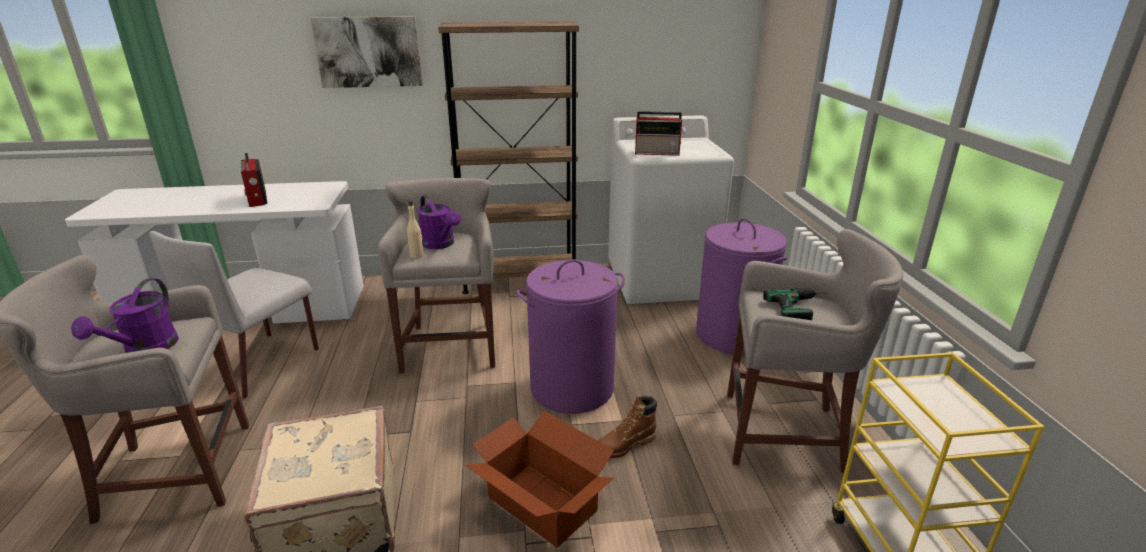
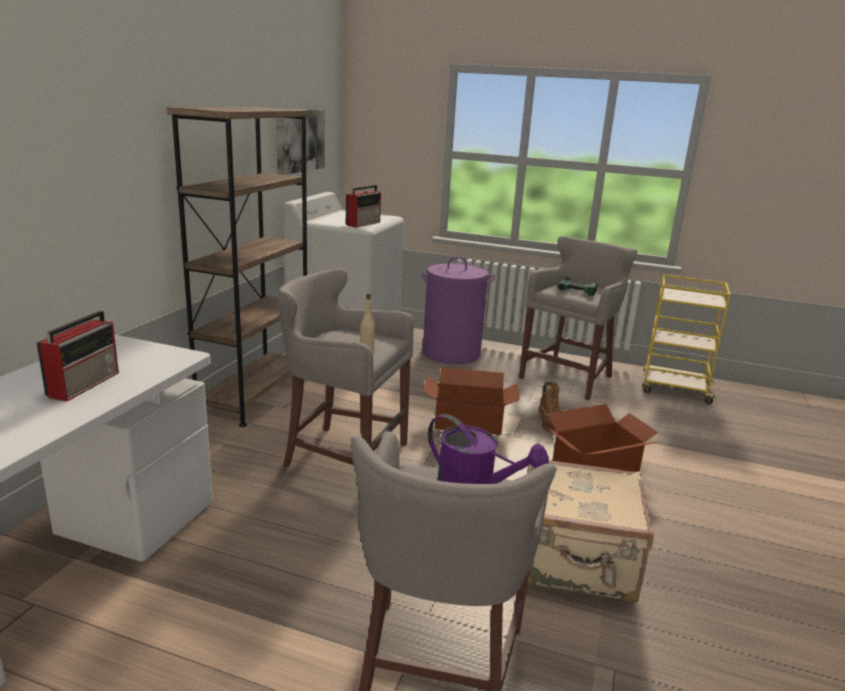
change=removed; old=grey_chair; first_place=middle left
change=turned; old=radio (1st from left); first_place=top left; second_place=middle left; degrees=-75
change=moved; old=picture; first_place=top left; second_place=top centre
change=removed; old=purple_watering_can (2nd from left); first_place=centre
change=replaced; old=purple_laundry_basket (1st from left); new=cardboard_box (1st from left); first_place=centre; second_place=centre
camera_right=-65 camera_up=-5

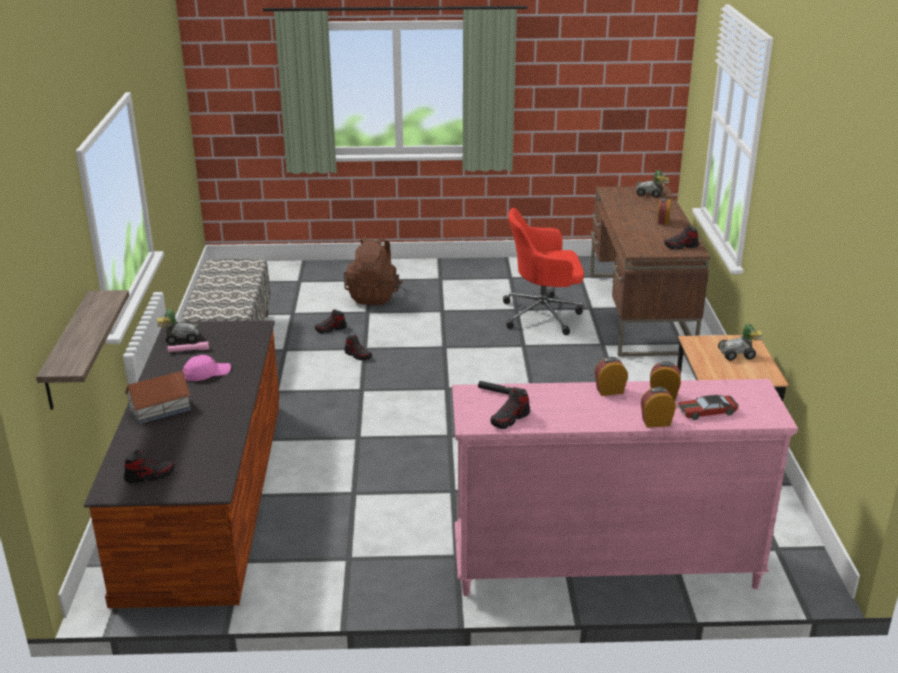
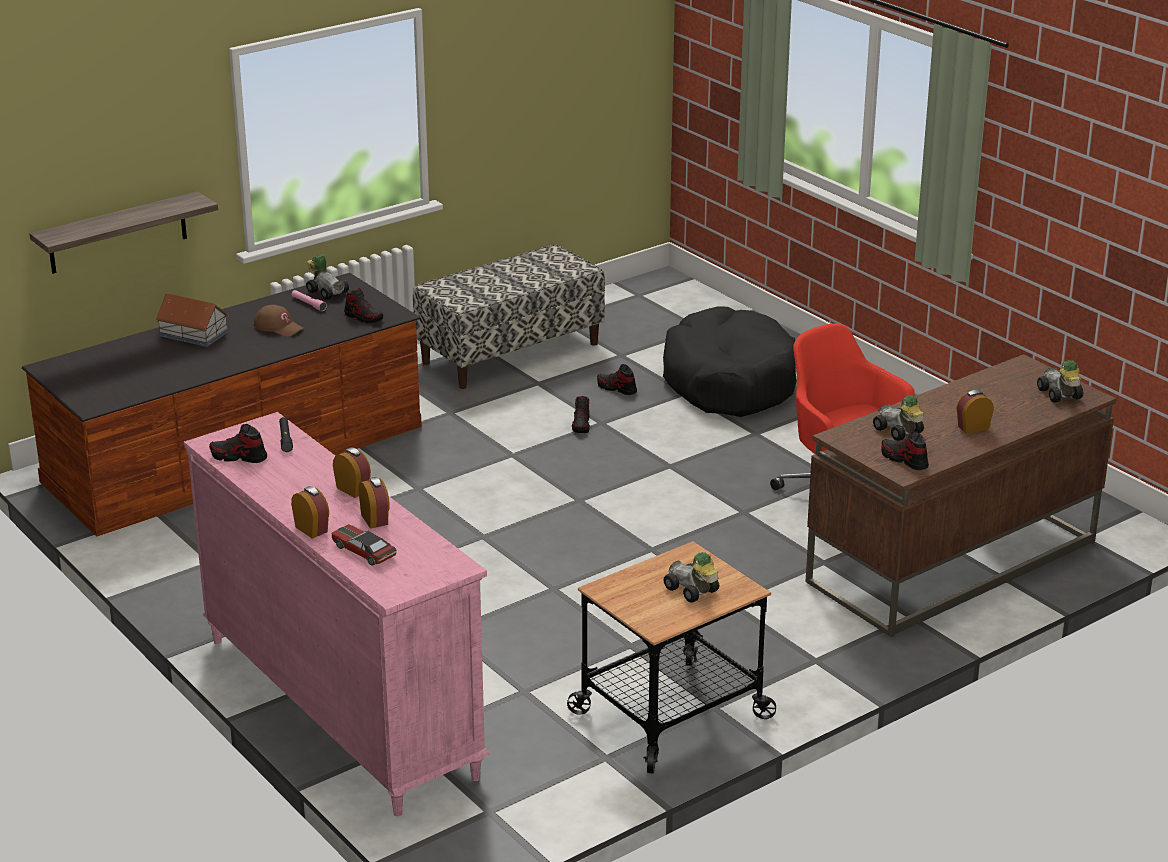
change=moved; old=shoe (1st from left in the first image); new=shoe (2nd from left); first_place=bottom left; second_place=middle left
change=recoloured; old=pink_cap; new=brown_cap; first_place=middle left; second_place=middle left
change=replaced; old=brown_backpack; new=black_dog_bed; first_place=centre; second_place=centre
change=added; new=toy_car (4th from left); second_place=middle right
camera_right=55 camera_up=0

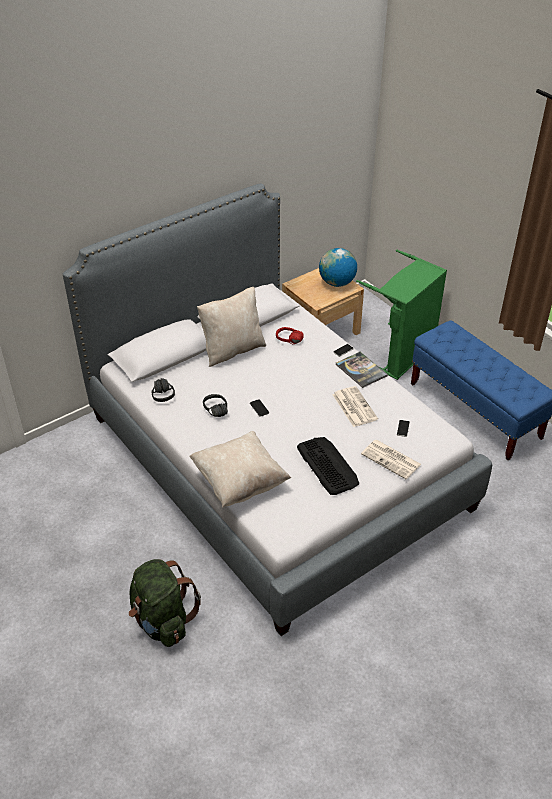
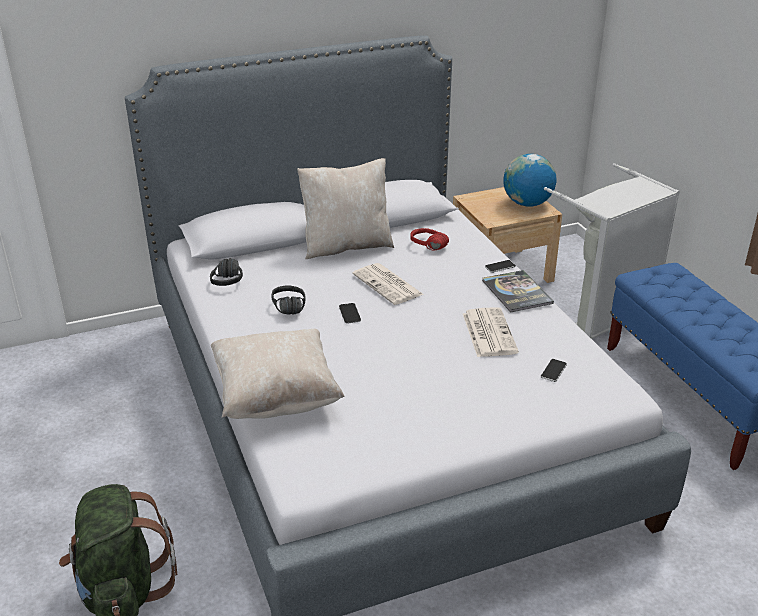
change=removed; old=keyboard; first_place=centre
change=recoloured; old=green_laundry_basket; new=grey_laundry_basket; first_place=middle right; second_place=middle right
change=moved; old=newspaper (2nd from left in the first image); new=newspaper (1st from left); first_place=middle right; second_place=centre
camera_right=15 camera_up=-10

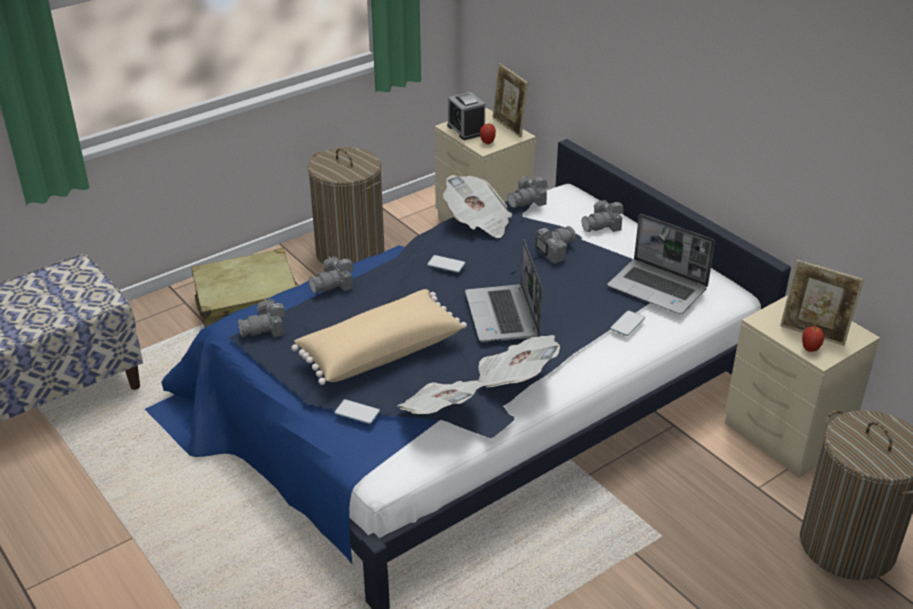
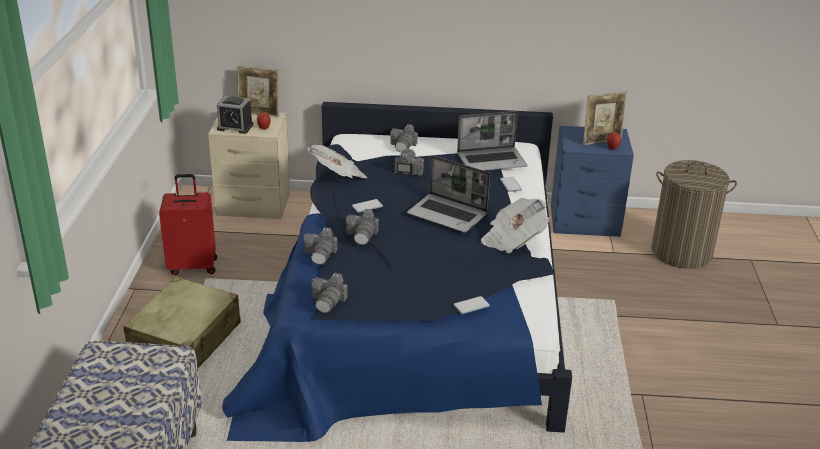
change=removed; old=beige_pillow; first_place=centre
change=replaced; old=laundry_basket (1st from left); new=red_suitcase; first_place=centre; second_place=middle left
change=removed; old=newspaper (1st from left); first_place=centre
change=moved; old=photo_camera (3rd from left); first_place=top centre; second_place=centre
change=recoloured; old=beige_nightstand (2nd from left); new=blue_nightstand; first_place=middle right; second_place=middle right
camera_right=-50 camera_up=-5

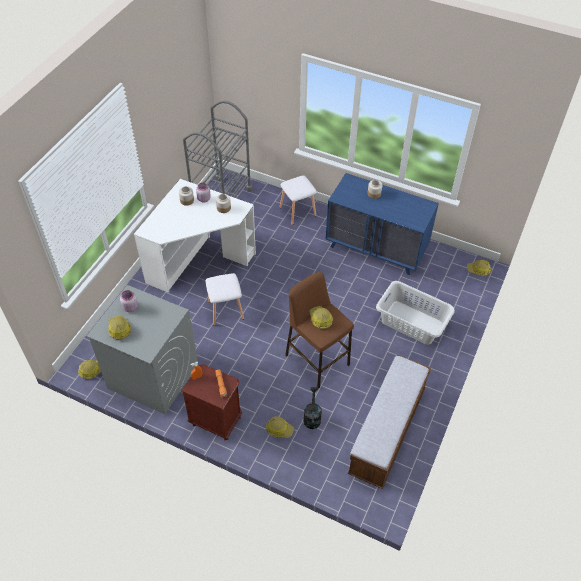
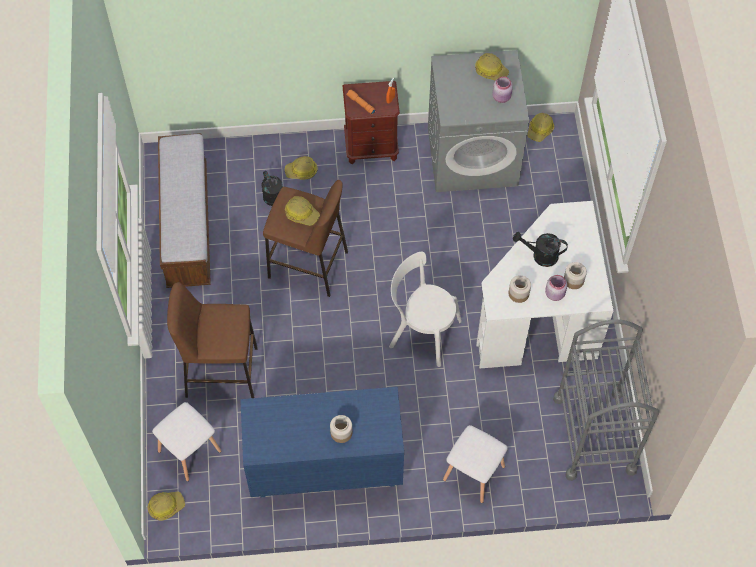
change=moved; old=white_stool (1st from left); first_place=centre; second_place=bottom left
change=replaced; old=grey_laundry_basket; new=brown_stool (1st from left); first_place=middle right; second_place=middle left
change=added; new=white_chair; second_place=centre
change=added; new=black_watering_can (2nd from left); second_place=middle right
camera_right=150 camera_up=10

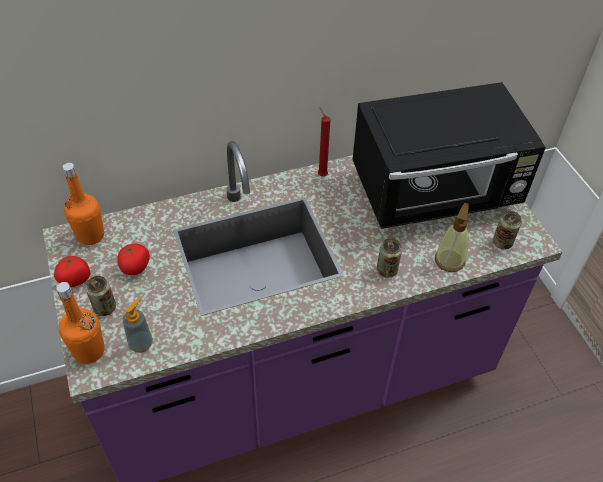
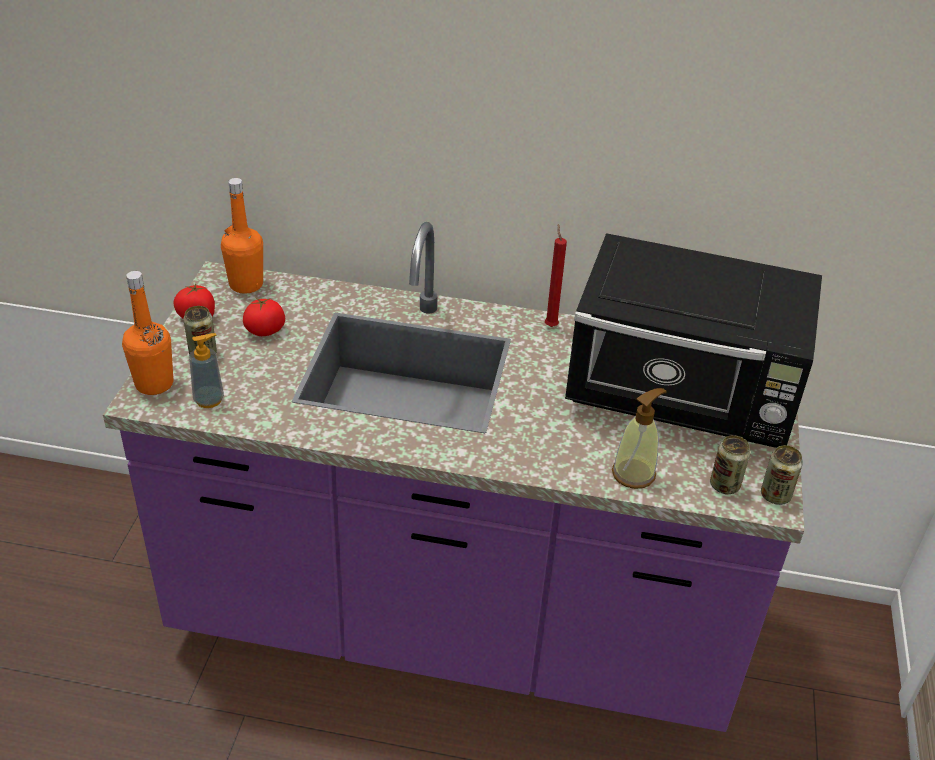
change=moved; old=can (2nd from left in the first image); new=can (3rd from left); first_place=centre; second_place=middle right
camera_right=30 camera_up=-10

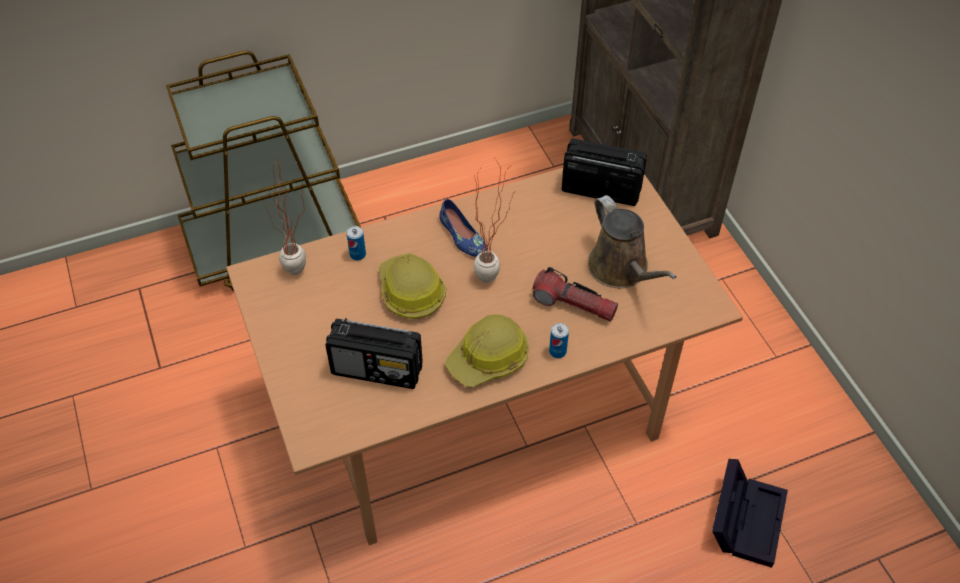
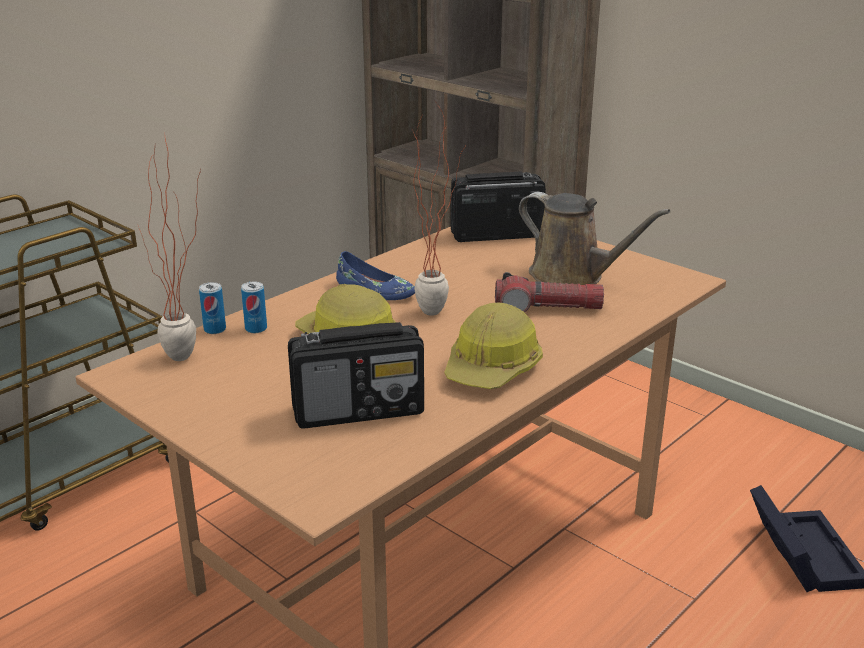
change=moved; old=can (2nd from left in the first image); new=can (1st from left); first_place=centre; second_place=middle left
camera_right=-25 camera_up=-25

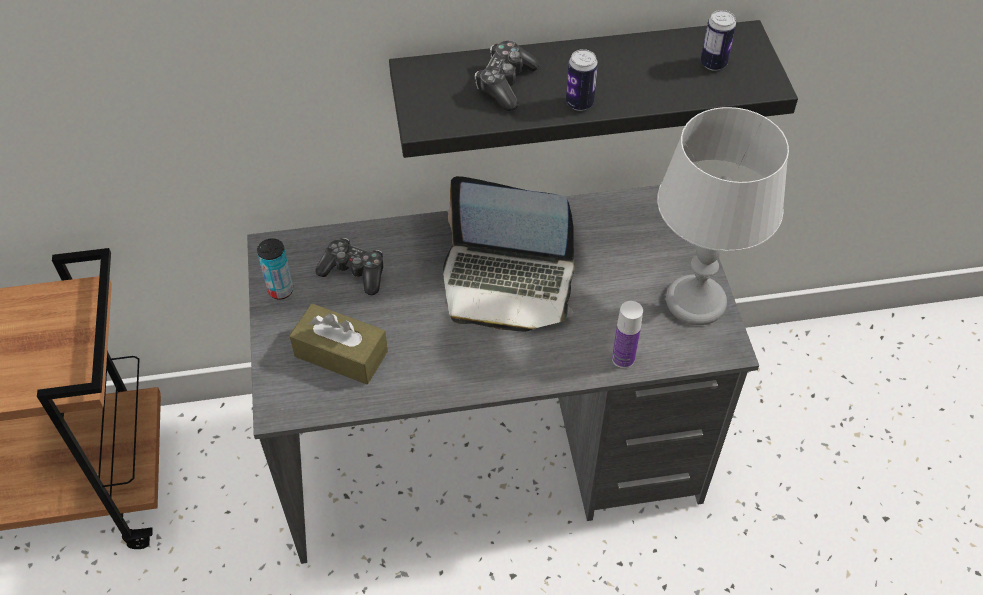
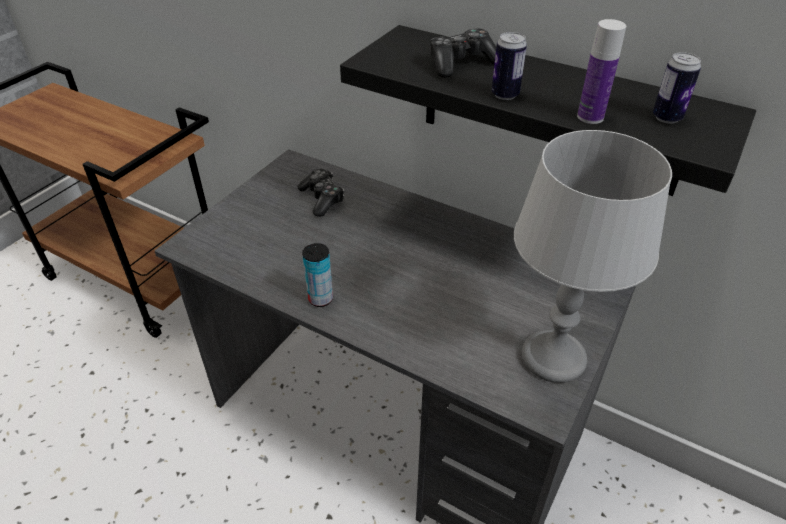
change=moved; old=can (1st from left); first_place=middle left; second_place=centre
change=removed; old=brown_tissue_box; first_place=centre
change=removed; old=laptop; first_place=centre
change=moved; old=bottle; first_place=centre; second_place=top right
camera_right=40 camera_up=-10

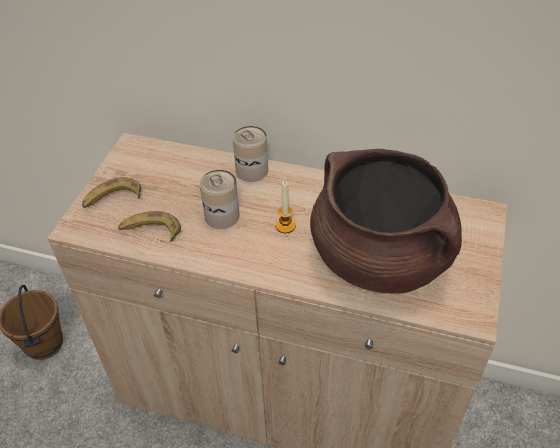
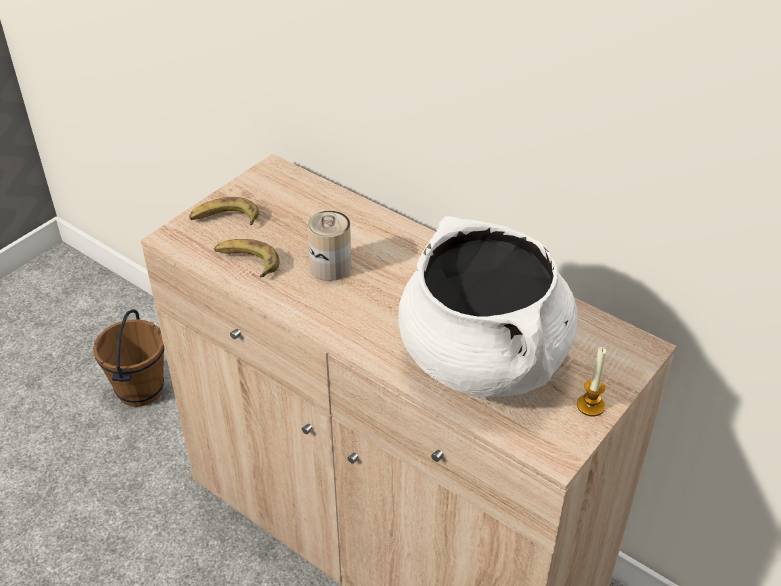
change=removed; old=can (2nd from left); first_place=centre
change=moved; old=candle; first_place=centre; second_place=middle right
change=recoloured; old=brown_cooking_pot; new=white_cooking_pot; first_place=middle right; second_place=centre
camera_right=20 camera_up=-5

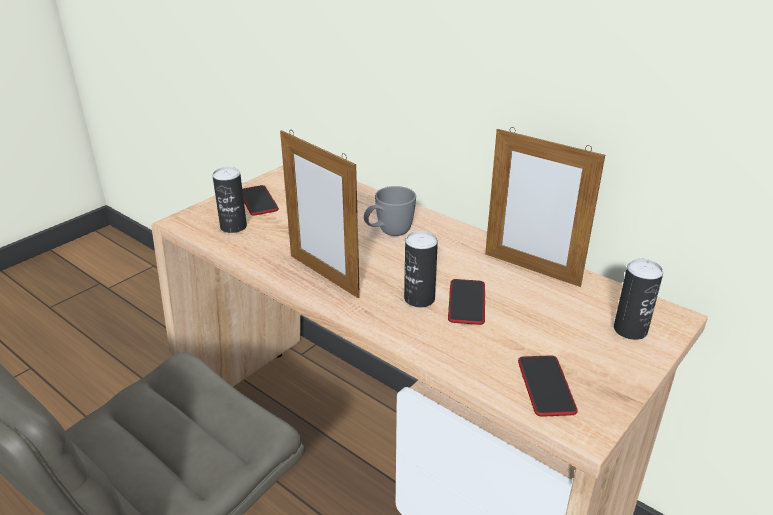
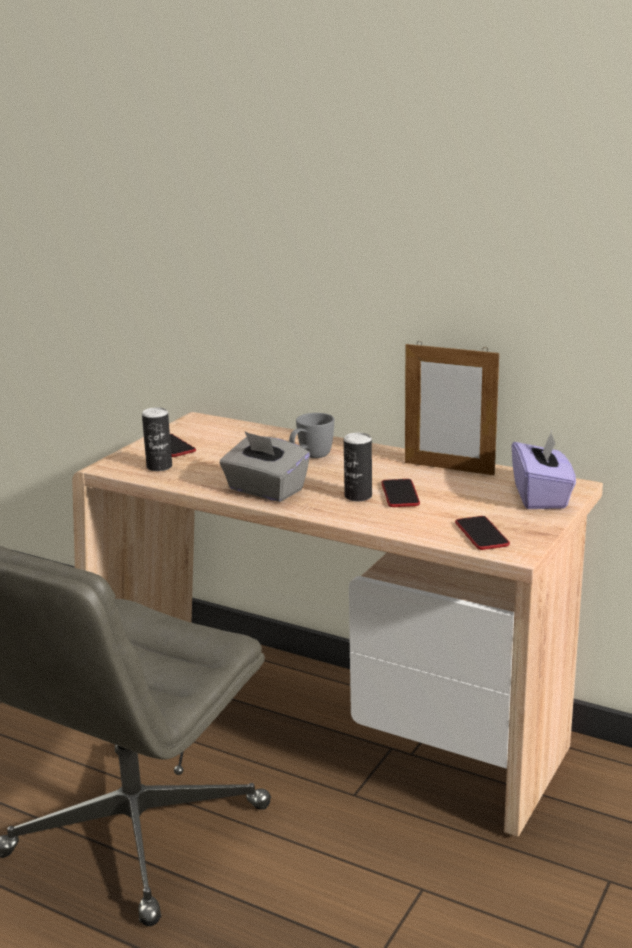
change=replaced; old=picture_frame (1st from left); new=grey_tissue_box; first_place=centre; second_place=centre
change=replaced; old=can (3rd from left); new=purple_tissue_box; first_place=middle right; second_place=middle right
camera_right=-10 camera_up=-10

